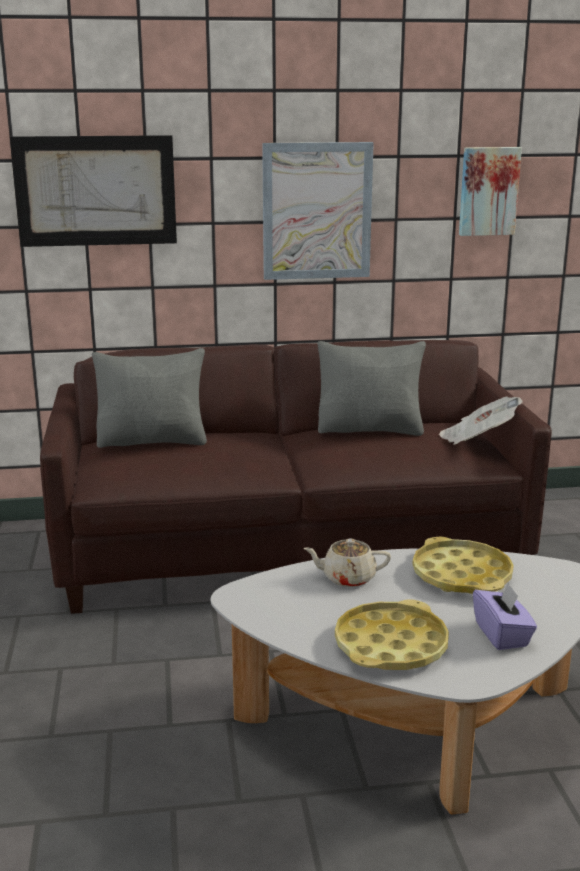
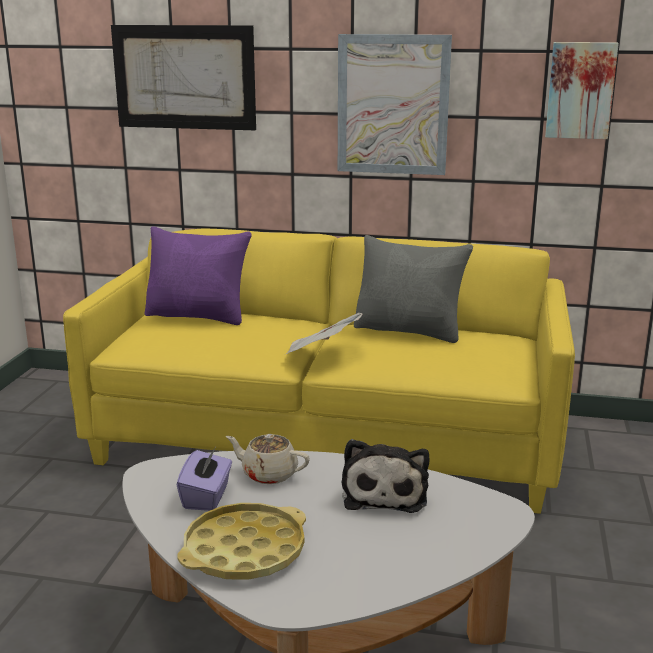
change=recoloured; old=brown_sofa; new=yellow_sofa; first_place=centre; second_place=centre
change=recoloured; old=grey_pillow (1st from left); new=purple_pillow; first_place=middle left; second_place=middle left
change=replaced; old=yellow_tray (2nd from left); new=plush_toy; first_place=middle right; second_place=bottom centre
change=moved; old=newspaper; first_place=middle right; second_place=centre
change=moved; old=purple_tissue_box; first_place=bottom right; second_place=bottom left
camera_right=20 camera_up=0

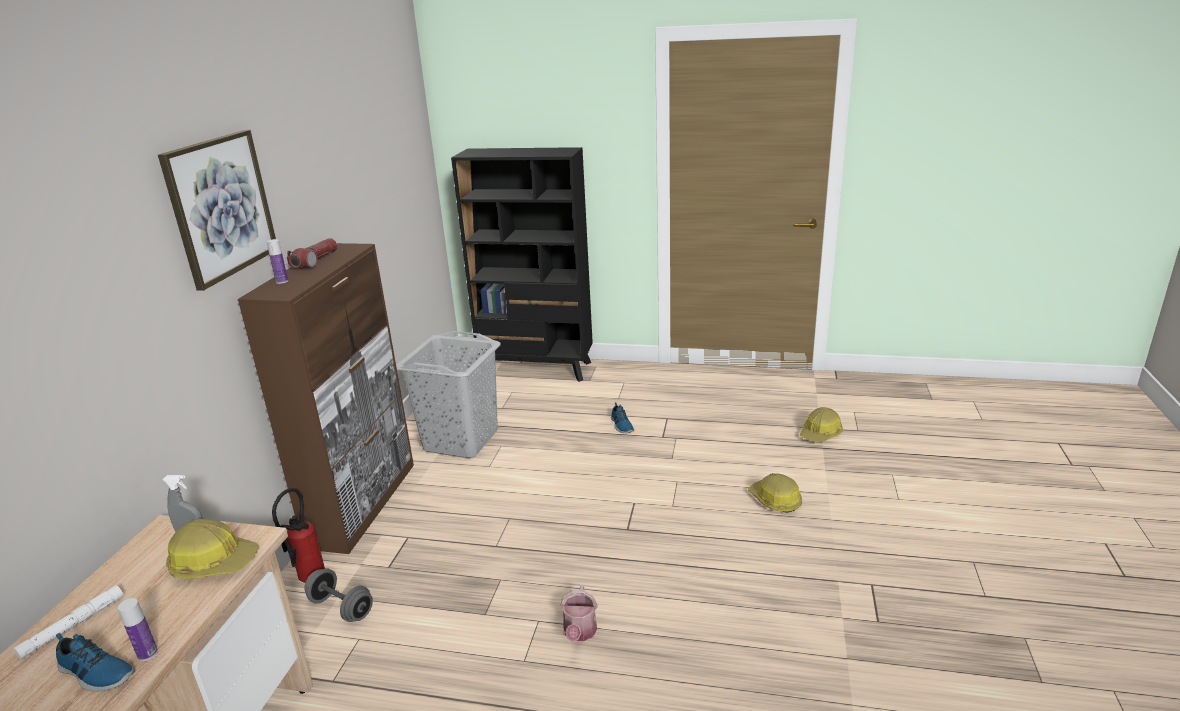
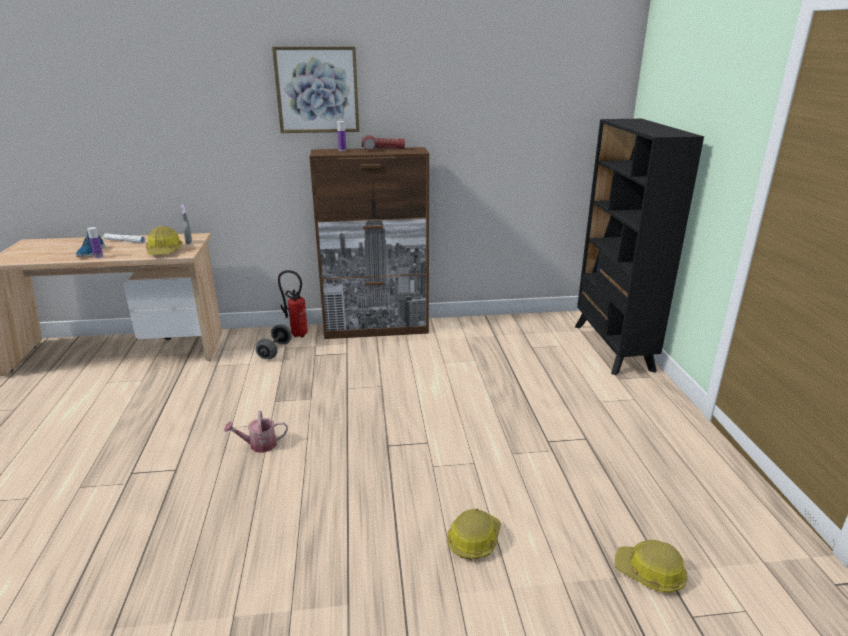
change=removed; old=grey_laundry_basket; first_place=centre
change=removed; old=shoe (2nd from left); first_place=centre
camera_right=70 camera_up=0

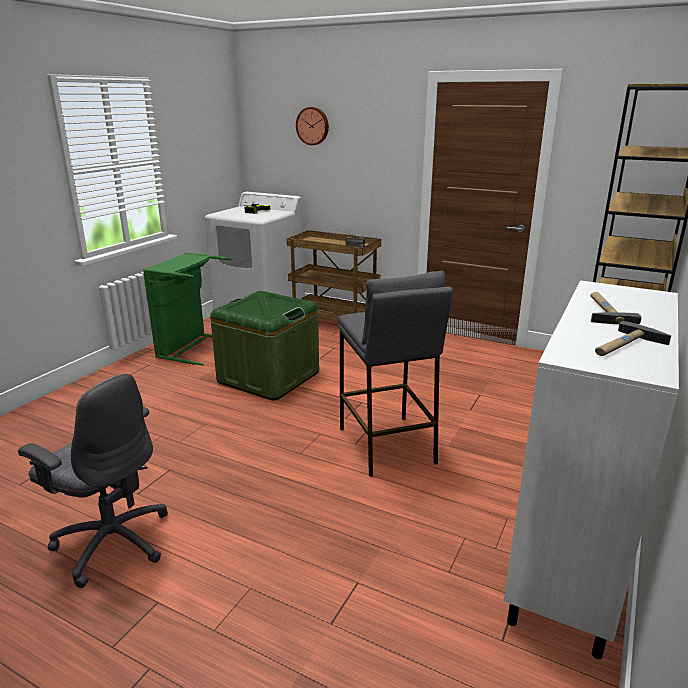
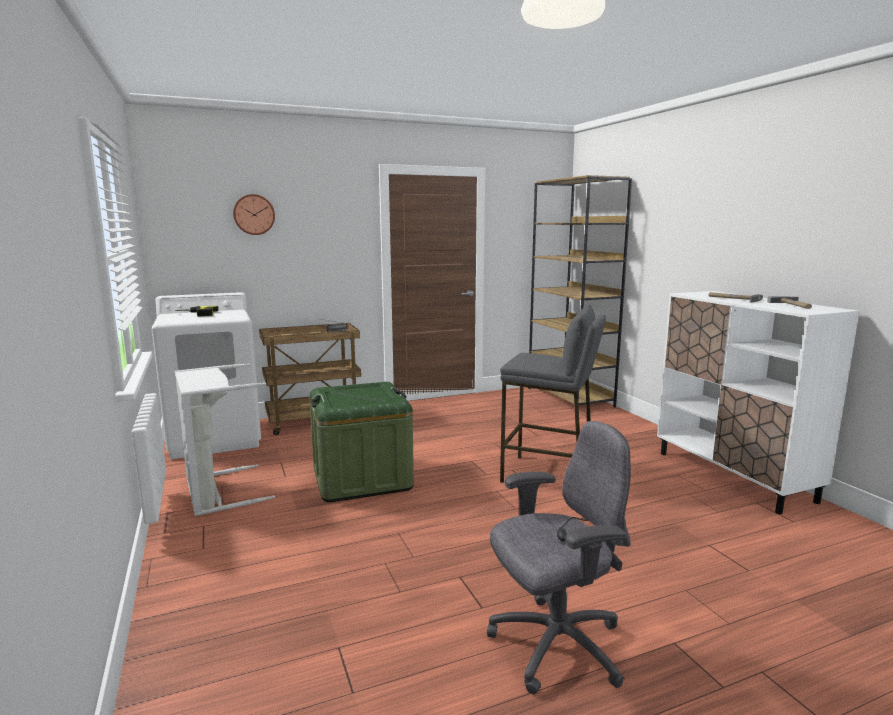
change=recoloured; old=green_laundry_basket; new=grey_laundry_basket; first_place=middle left; second_place=middle left
camera_right=-50 camera_up=-10

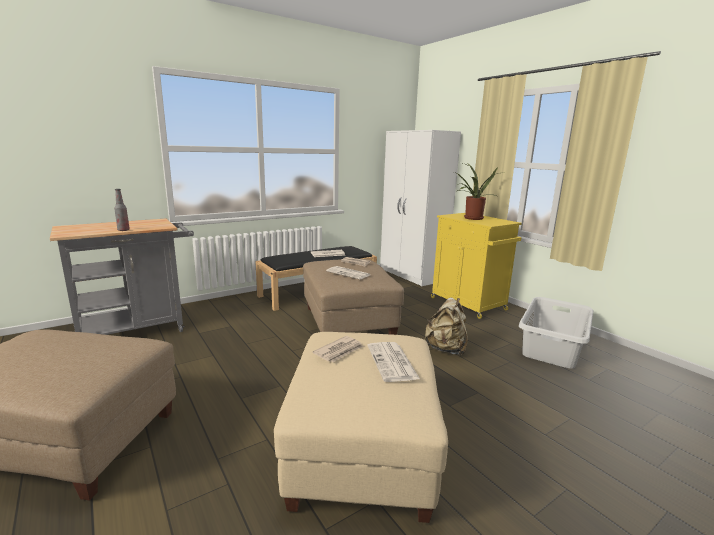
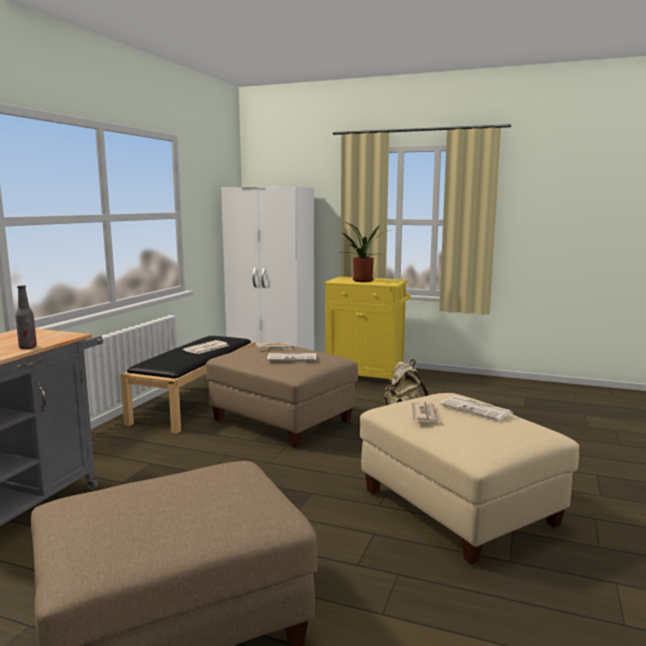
change=removed; old=grey_laundry_basket; first_place=middle right
camera_right=-35 camera_up=-5

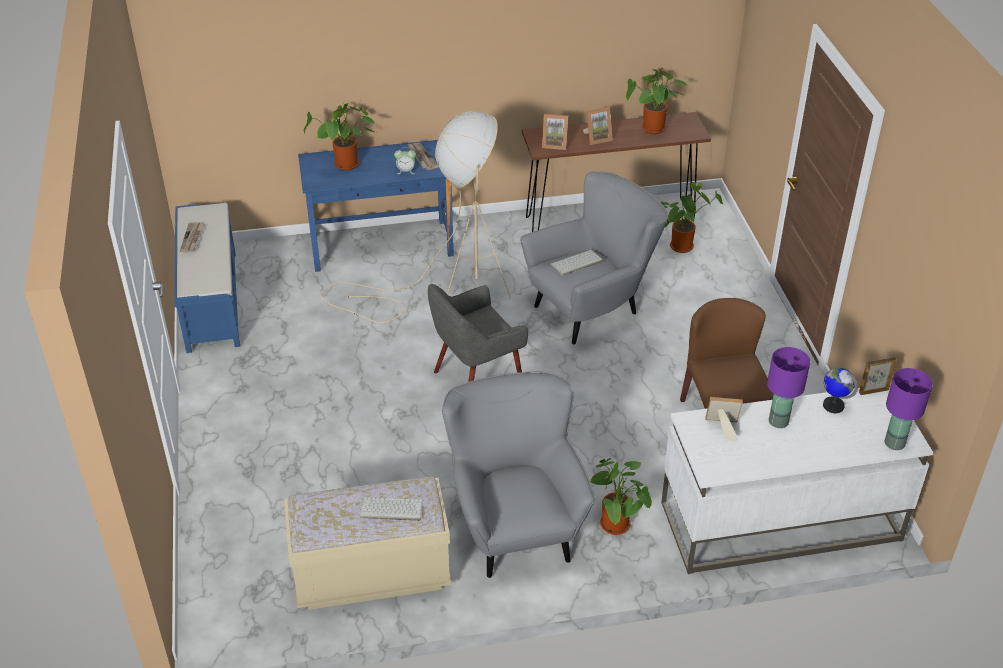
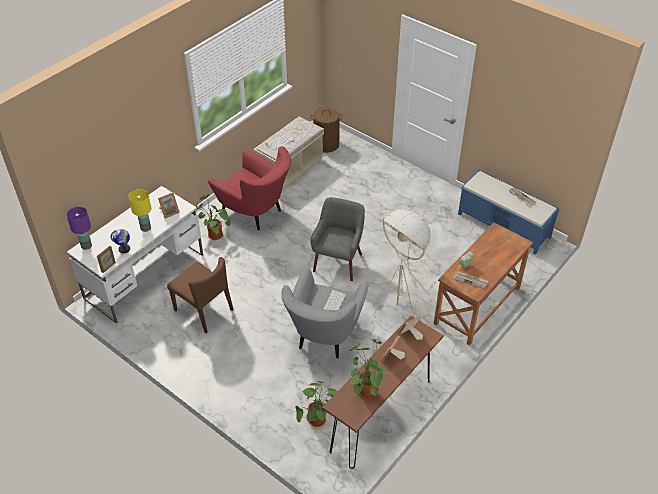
change=recoloured; old=blue_desk; new=brown_desk; first_place=top centre; second_place=middle right
change=removed; old=potted_plant (1st from left); first_place=top centre
change=recoloured; old=grey_armchair (2nd from left); new=red_armchair; first_place=bottom centre; second_place=centre
change=recoloured; old=purple_table_lamp (1st from left); new=yellow_table_lamp; first_place=middle right; second_place=middle left
change=added; new=brown_laundry_basket; second_place=top centre
camera_right=140 camera_up=5

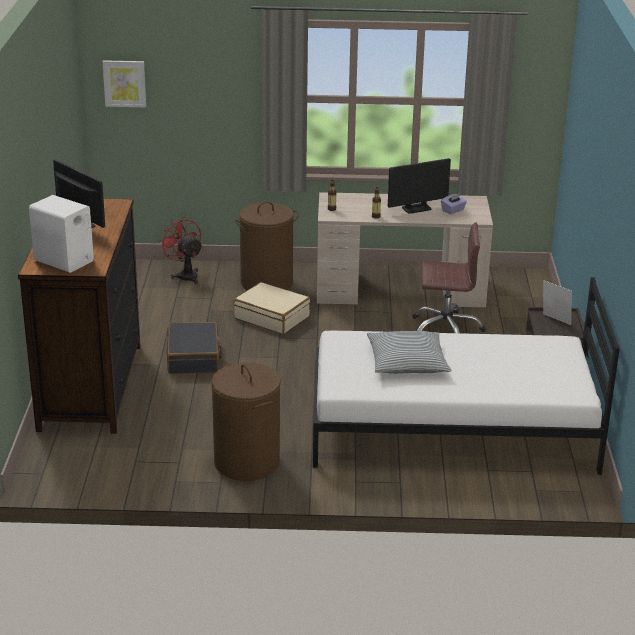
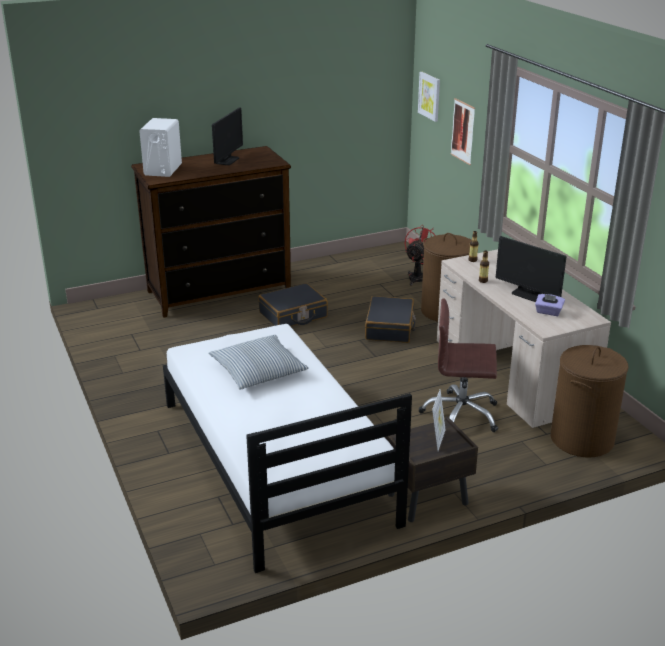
change=moved; old=brown_laundry_basket (1st from left in the first image); new=brown_laundry_basket (2nd from left); first_place=centre; second_place=middle right
change=recoloured; old=beige_suitcase; new=black_suitcase (2nd from left); first_place=centre; second_place=centre
change=turned; old=brown_office_chair; first_place=middle right; second_place=middle right; degrees=120
change=added; new=picture (2nd from left); second_place=top right
camera_right=65 camera_up=0

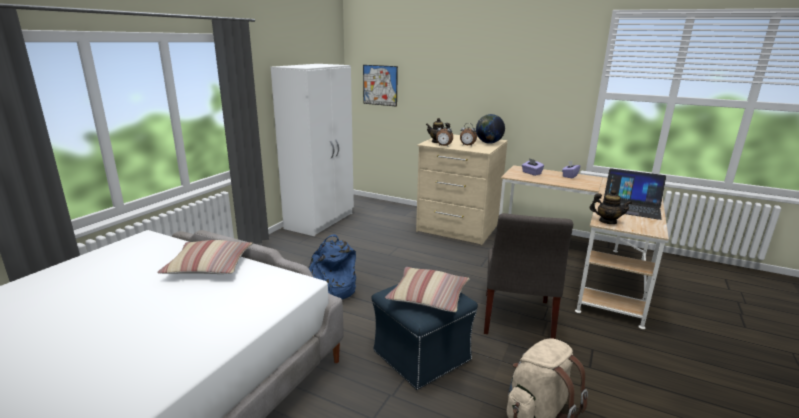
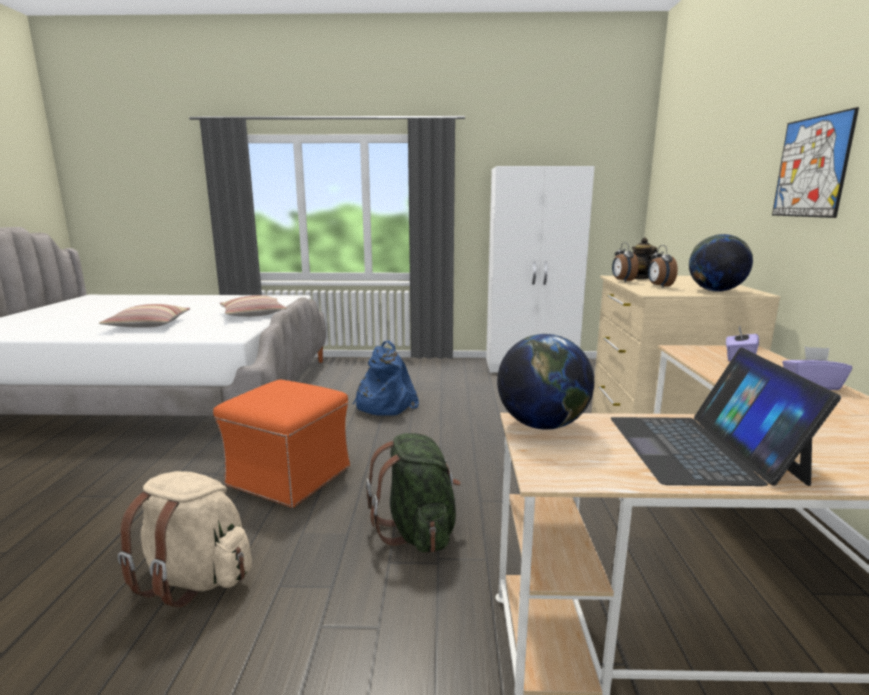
change=moved; old=picture; first_place=top centre; second_place=top right
change=recoloured; old=blue_ottoman; new=orange_ottoman; first_place=bottom centre; second_place=middle left
change=moved; old=pillow (2nd from left in the first image); new=pillow (1st from left); first_place=bottom centre; second_place=middle left
change=replaced; old=grey_chair; new=green_backpack; first_place=centre; second_place=bottom centre
change=replaced; old=teapot (2nd from left); new=globe (1st from left); first_place=middle right; second_place=centre
camera_right=65 camera_up=-5

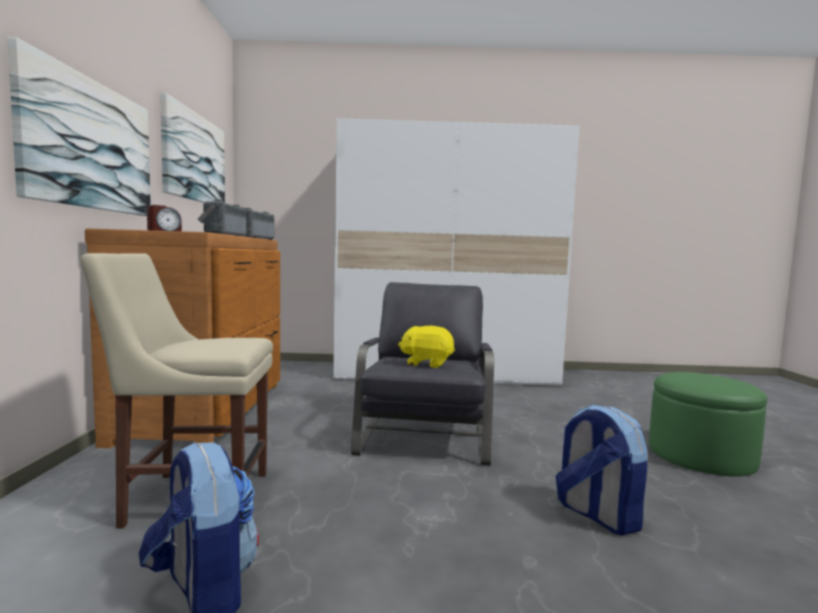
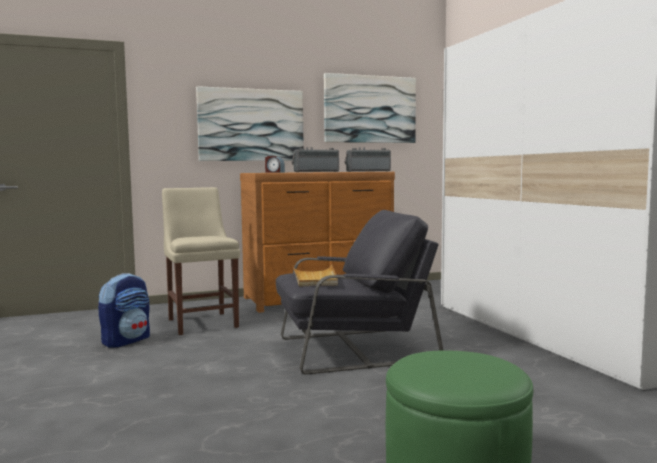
change=replaced; old=yellow_plush_toy; new=beige_tray; first_place=centre; second_place=centre
change=removed; old=backpack (2nd from left); first_place=bottom right
camera_right=70 camera_up=0

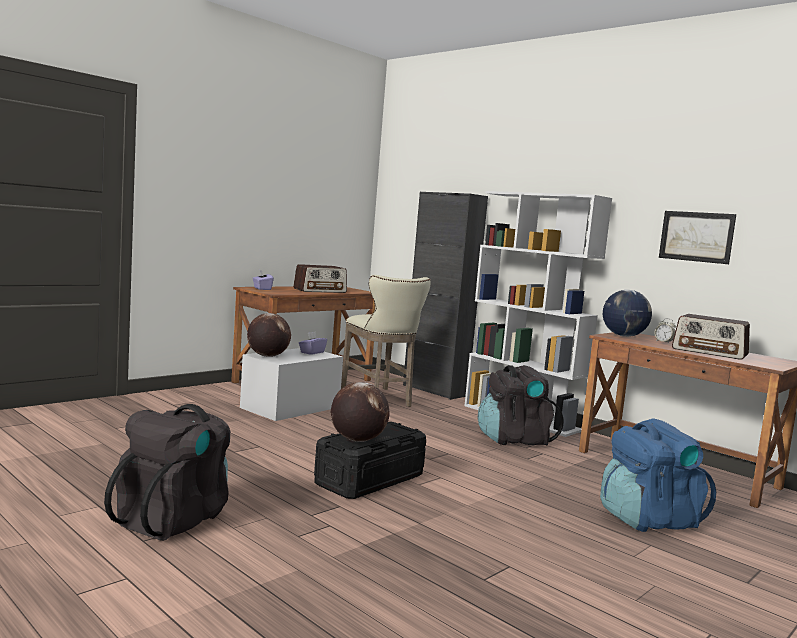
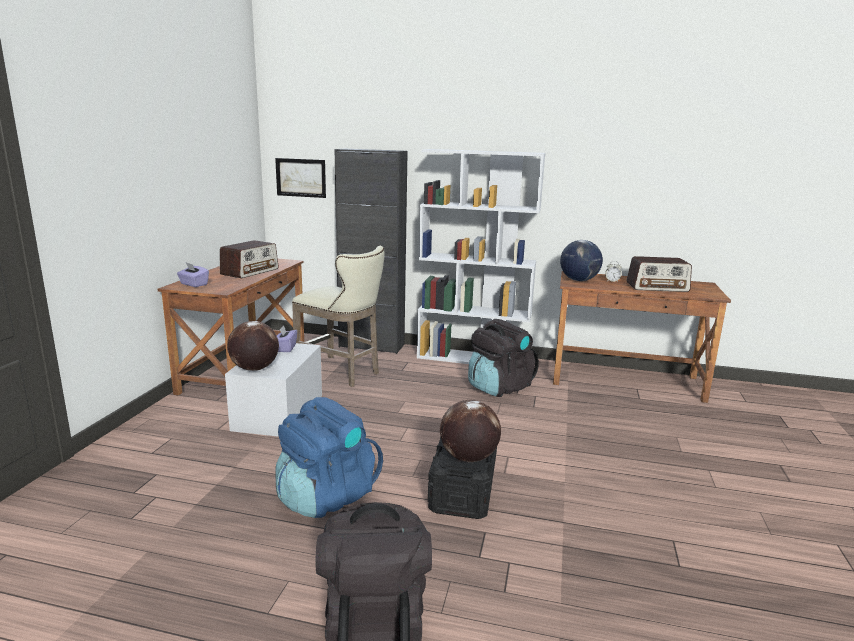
change=moved; old=blue_backpack; first_place=bottom right; second_place=bottom centre
change=moved; old=picture; first_place=middle right; second_place=top centre
camera_right=-30 camera_up=10

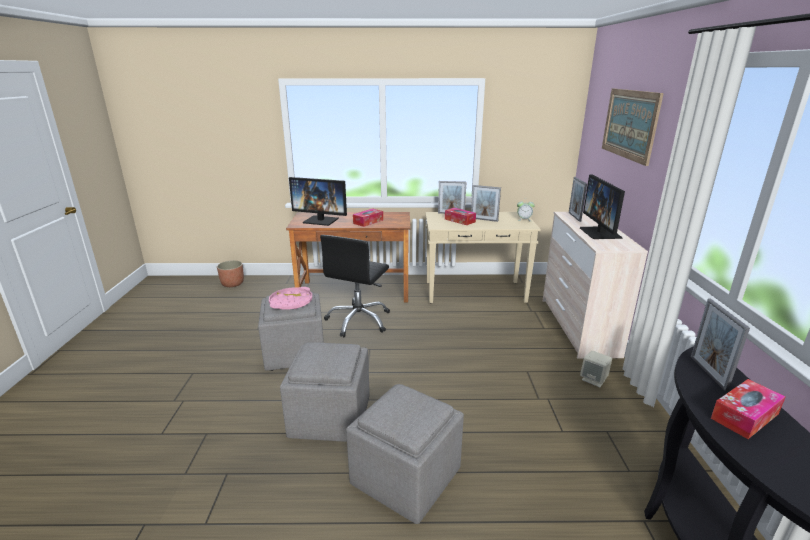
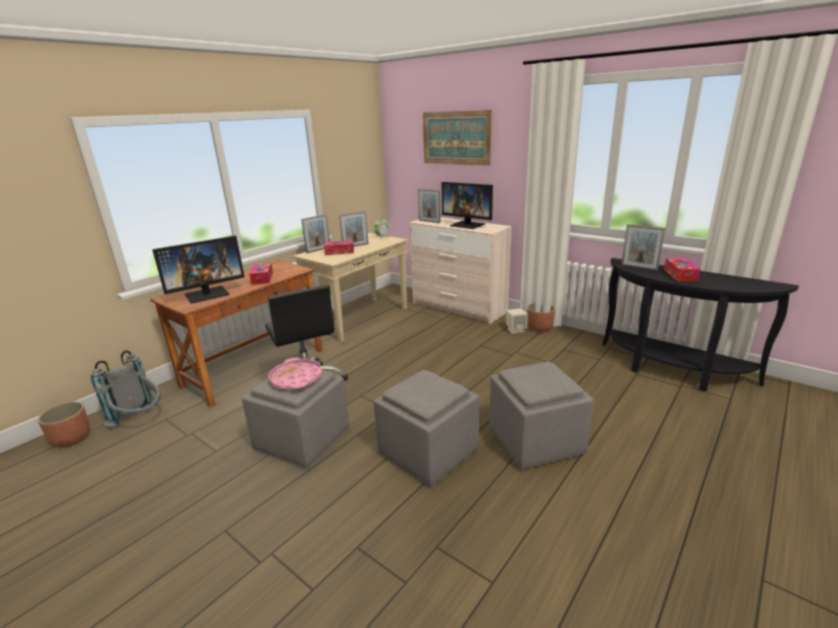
change=added; new=grey_backpack; second_place=middle left
change=added; new=planter (2nd from left); second_place=centre
camera_right=-50 camera_up=0

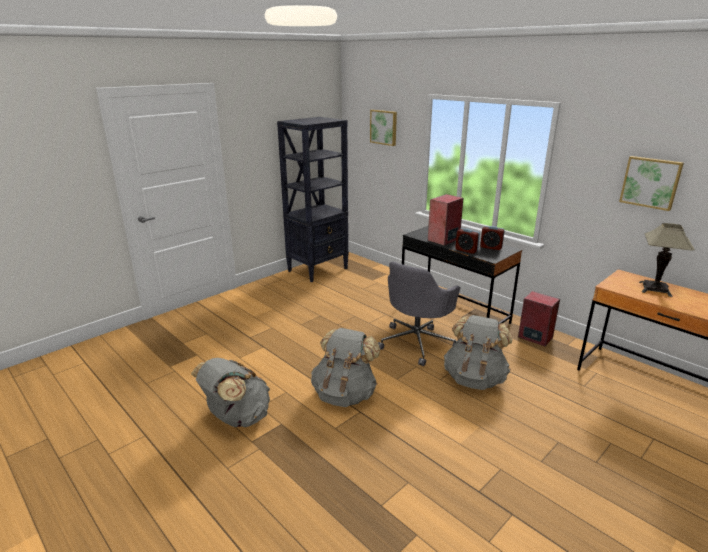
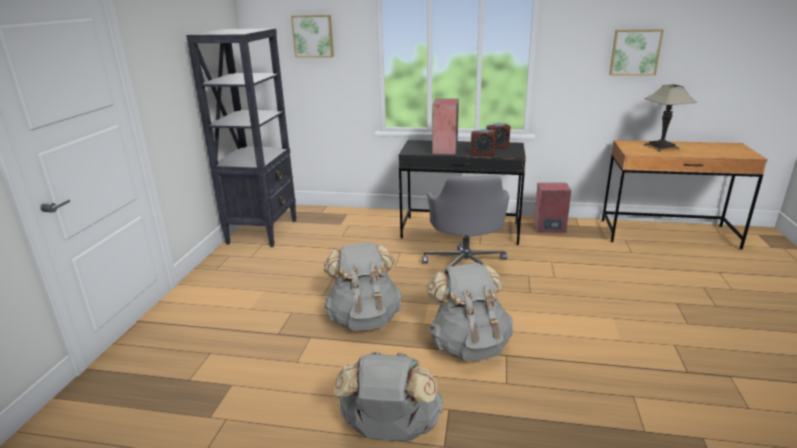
change=moved; old=grey_backpack (3rd from left in the first image); new=grey_backpack (1st from left); first_place=middle right; second_place=centre
camera_right=-35 camera_up=0

